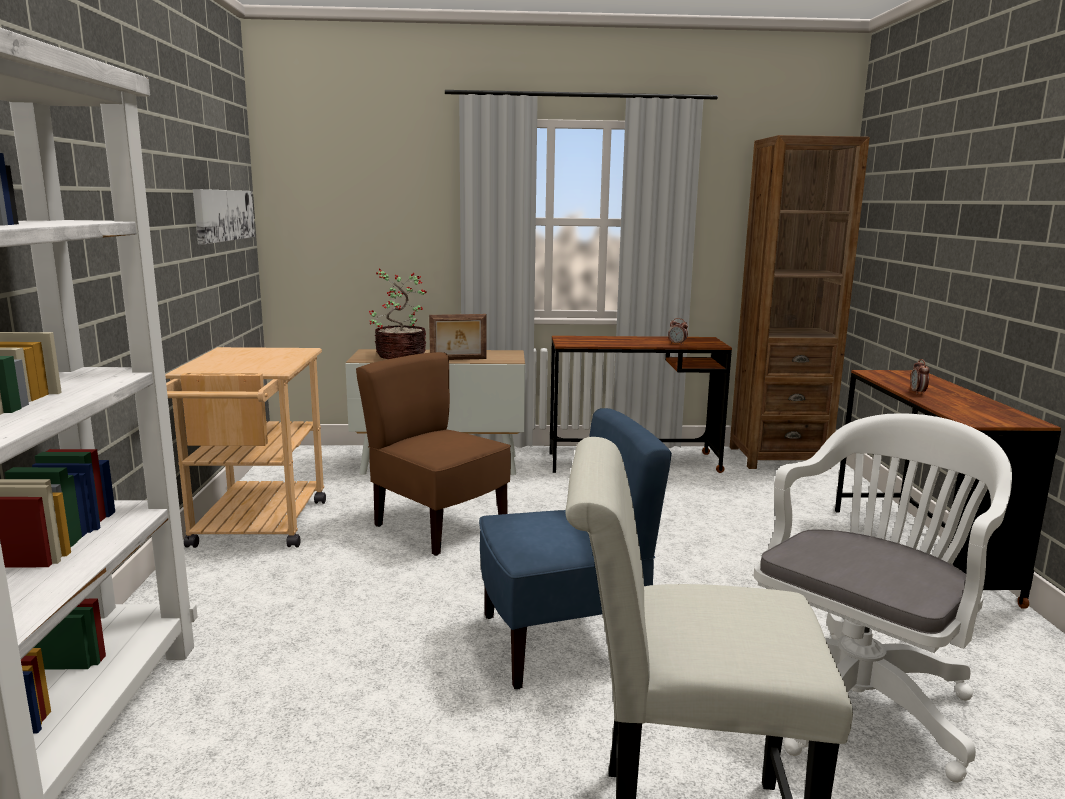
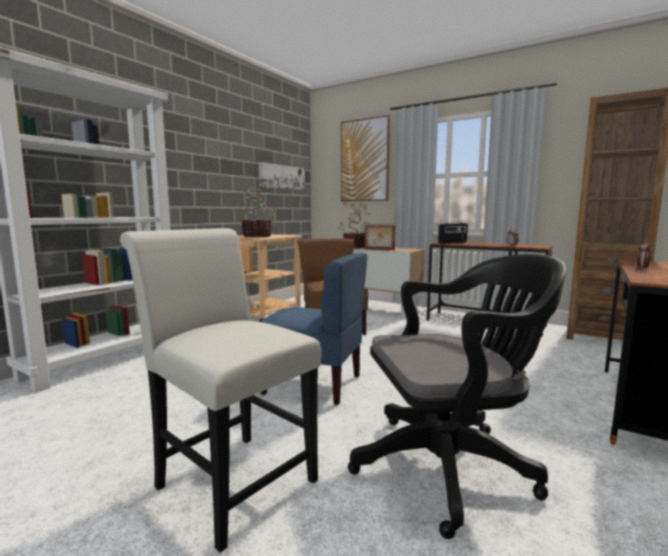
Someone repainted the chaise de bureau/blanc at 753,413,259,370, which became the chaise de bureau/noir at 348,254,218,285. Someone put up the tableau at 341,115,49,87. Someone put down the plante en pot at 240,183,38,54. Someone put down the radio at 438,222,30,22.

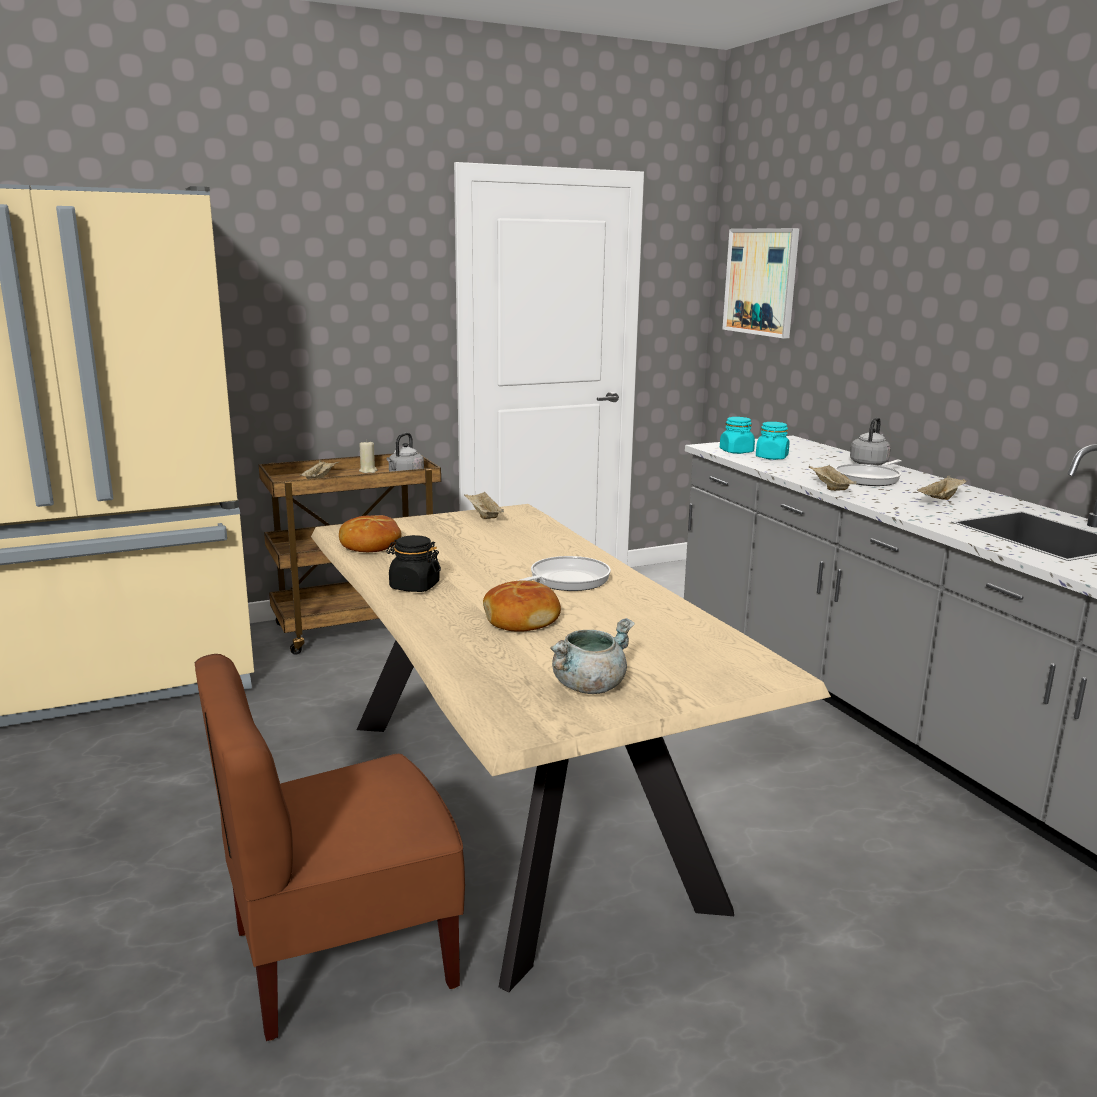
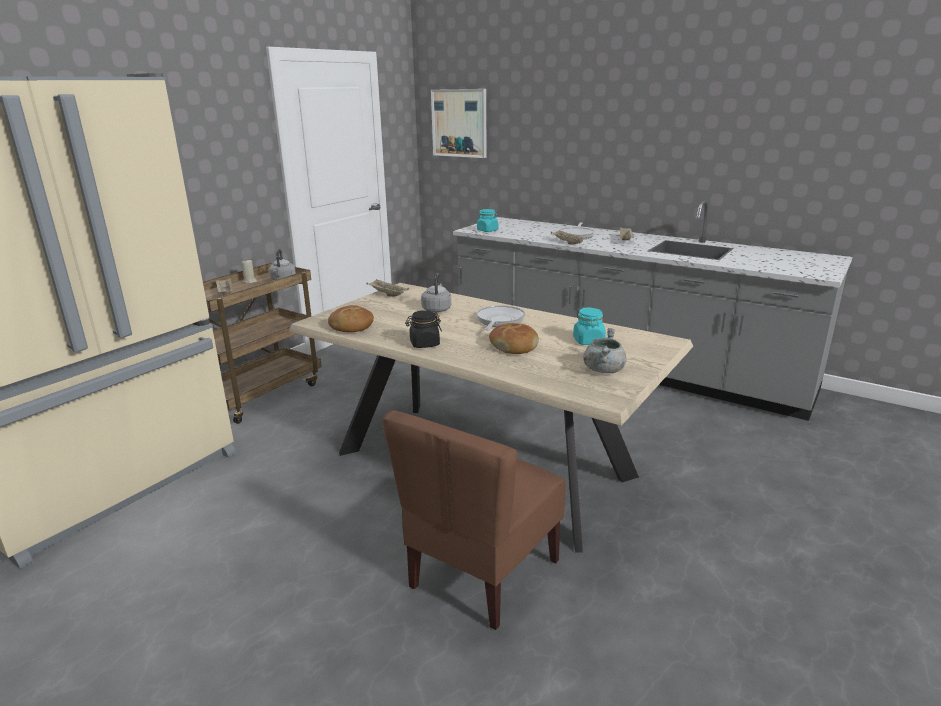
Someone carried the bouilloire/gris from 850,417,41,48 to 421,273,30,39. Someone carried the bocal/turquoise from 756,422,33,38 to 573,307,33,38.

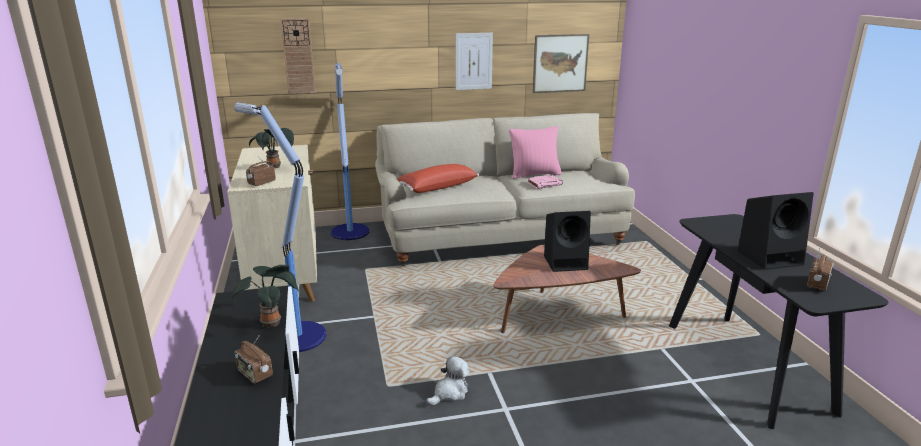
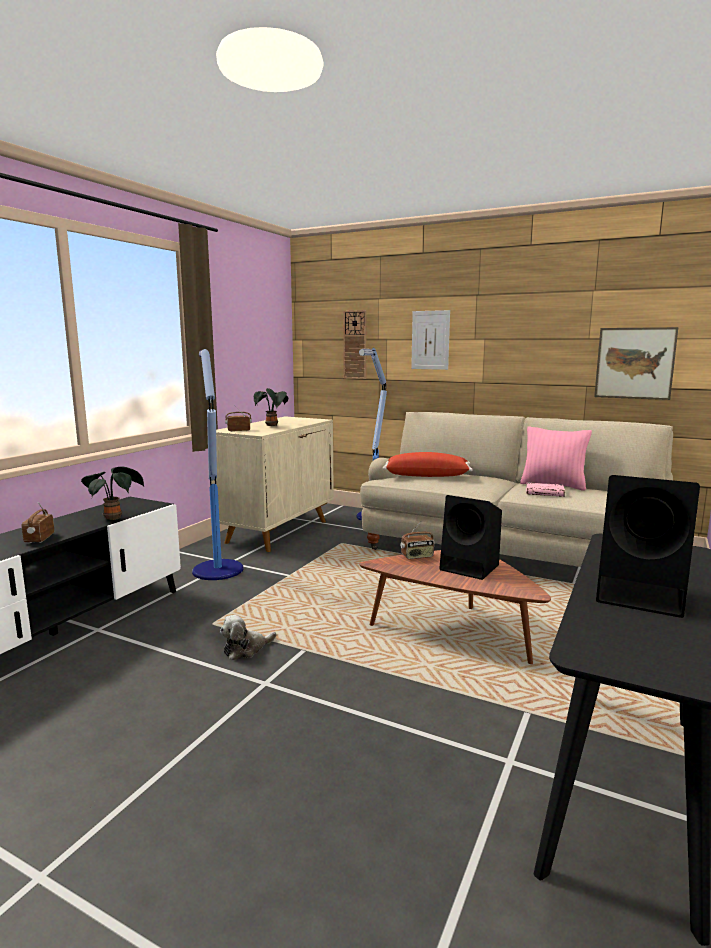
Someone carried the tableau from 456,33,37,57 to 411,310,39,60. Someone carried the radio from 807,246,27,45 to 400,522,34,37. Someone rotated the peluche at 426,356,43,49 by 150 degrees clockwise.

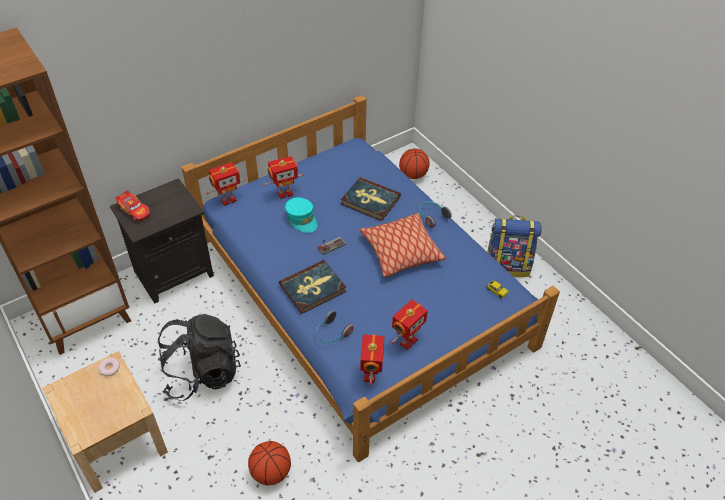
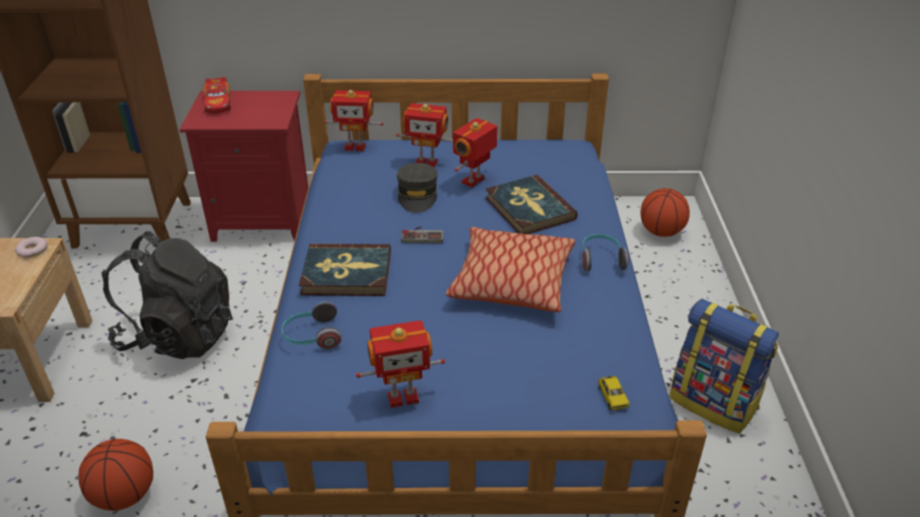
Someone repainted the table de chevet/noir at 110,178,104,126, which became the table de chevet/rouge at 180,91,128,151. Someone repainted the casquette/turquoise at 285,197,32,36, which became the casquette/gris at 397,163,41,50. Someone carried the robot jouet from 360,334,24,51 to 453,118,44,69.

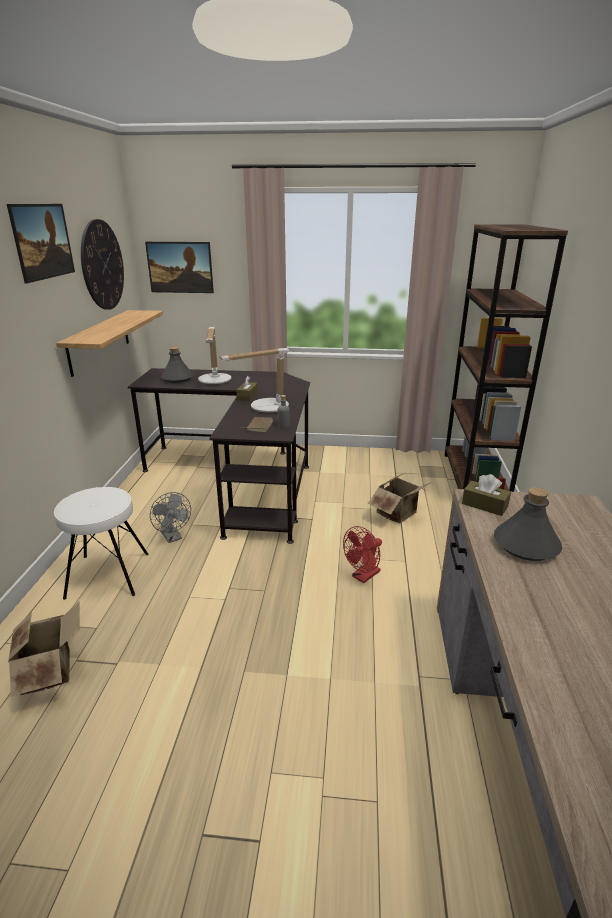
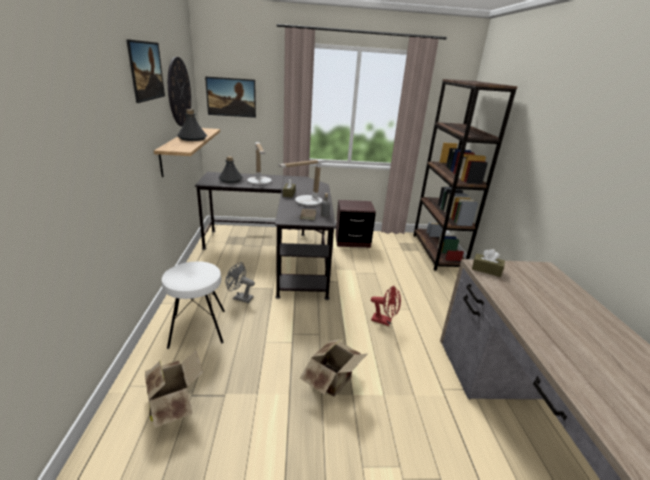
Someone carried the carton from 368,473,64,50 to 300,339,68,58. Someone carried the bouteille/gris from 494,487,68,74 to 177,109,30,32. Someone rotated the ventilateur/gris at 150,492,41,51 by 150 degrees clockwise. Someone rotated the ventilateur/rouge at 343,526,39,57 by 105 degrees counterclockwise. Someone put down the table de chevet/marron at 335,200,41,48.

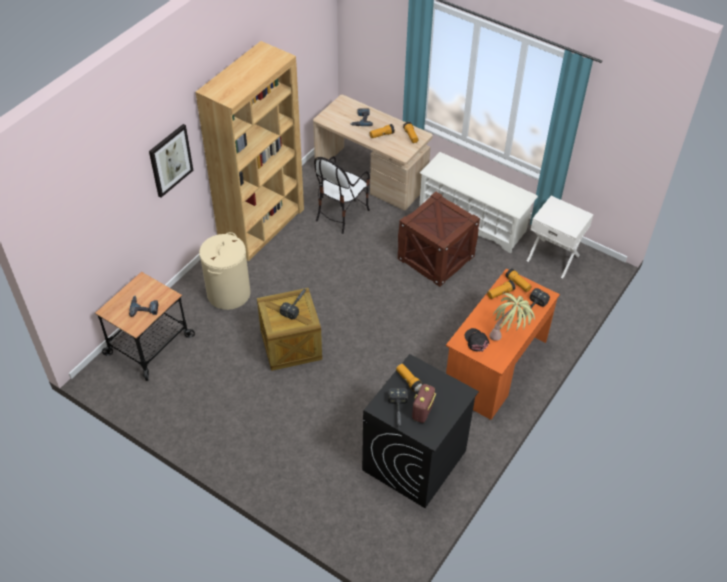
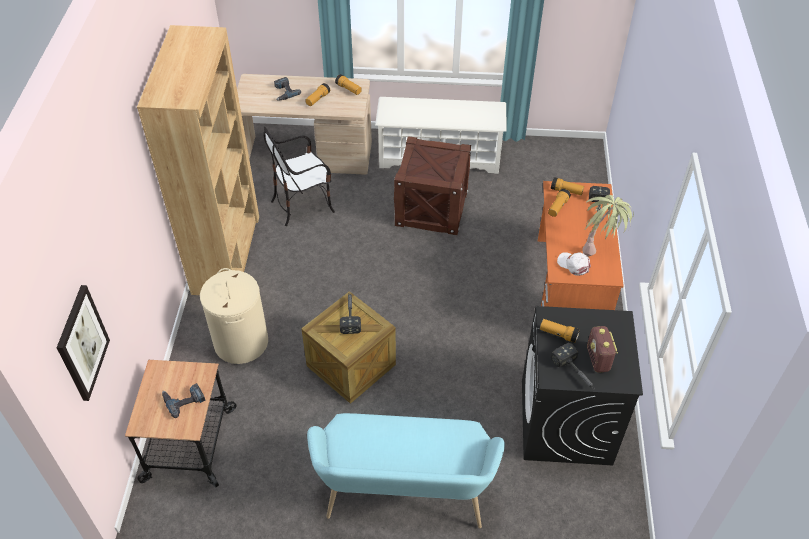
Someone carried the tableau from 149,124,44,74 to 57,285,53,116. Someone rotated the chaise at 314,156,56,78 by 60 degrees clockwise. Someone took away the table de chevet/blanc at 527,196,67,82. Someone repainted the casquette/noir at 464,328,25,24, which became the casquette/blanc at 557,252,34,24. Someone put down the banc/turquoise at 307,413,198,115.

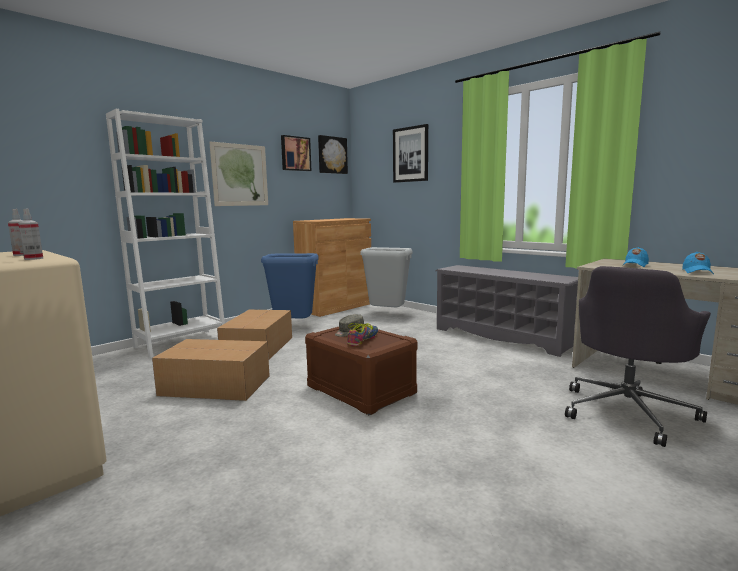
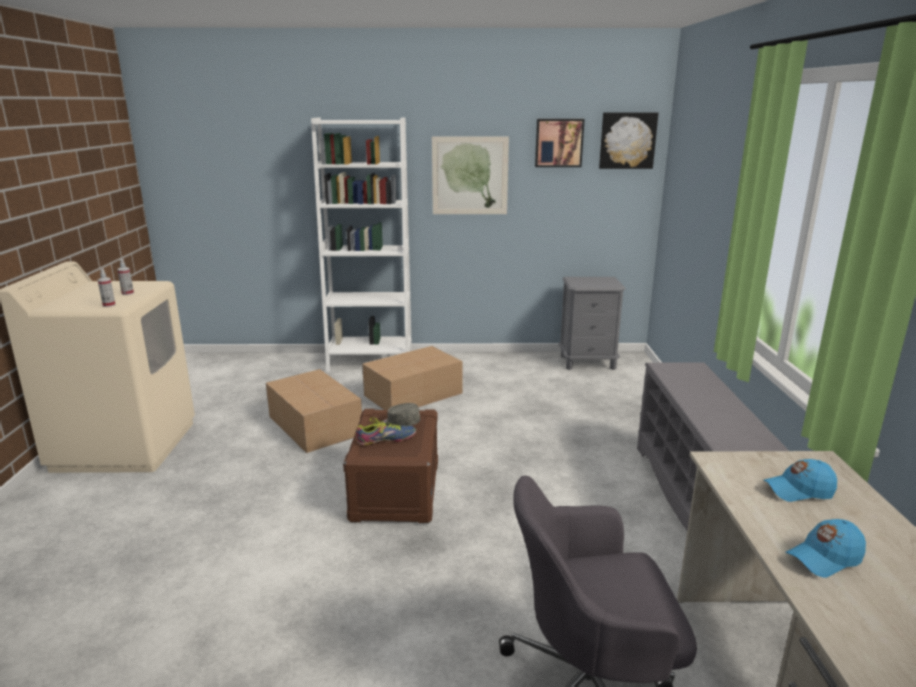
Someone took away the tableau at 393,124,35,59. Someone swapped the meuble de rangement/marron at 293,218,78,99 for the table de chevet/gris at 559,277,67,93. Someone took away the poubelle/gris at 360,247,53,60. Someone took away the poubelle/bleu at 261,253,58,65.

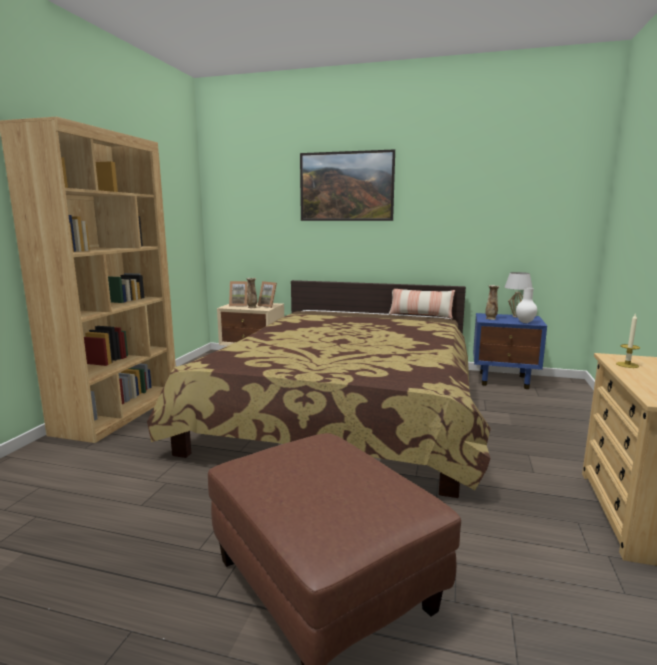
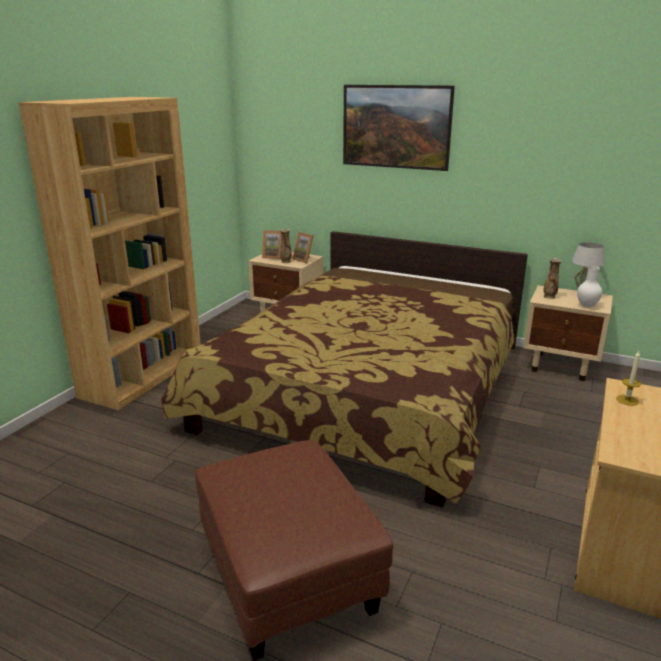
Someone took away the coussin at 388,289,67,30. Someone repainted the table de chevet/bleu at 473,313,74,76, which became the table de chevet/beige at 524,285,89,96.

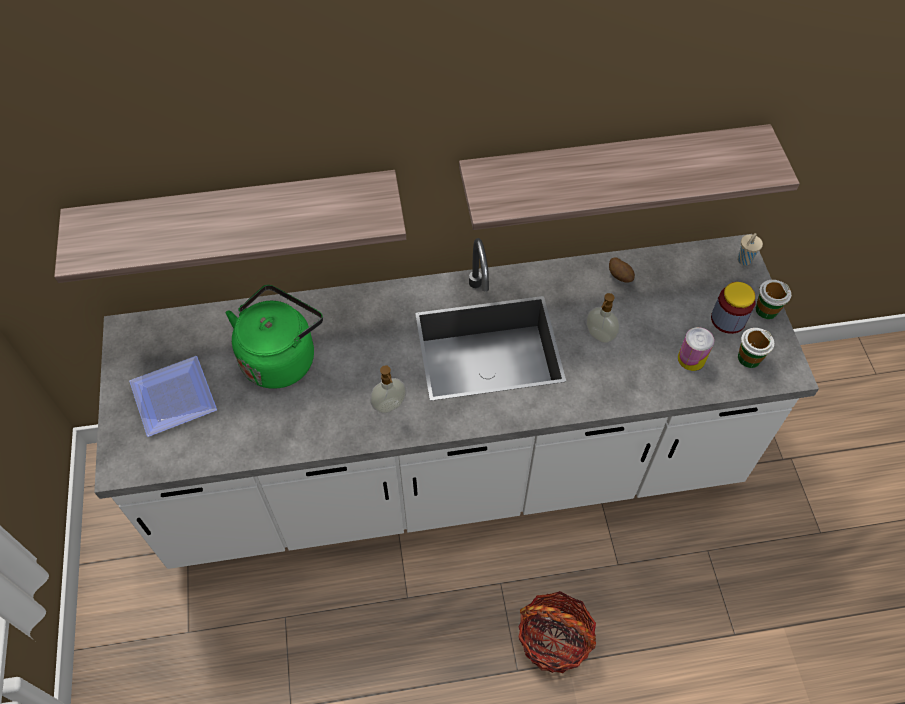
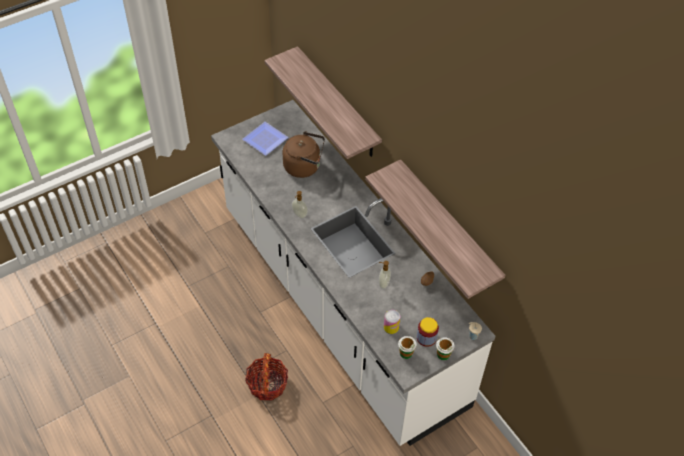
Someone repainted the bouilloire/vert at 226,285,97,104, which became the bouilloire/marron at 282,131,43,47.

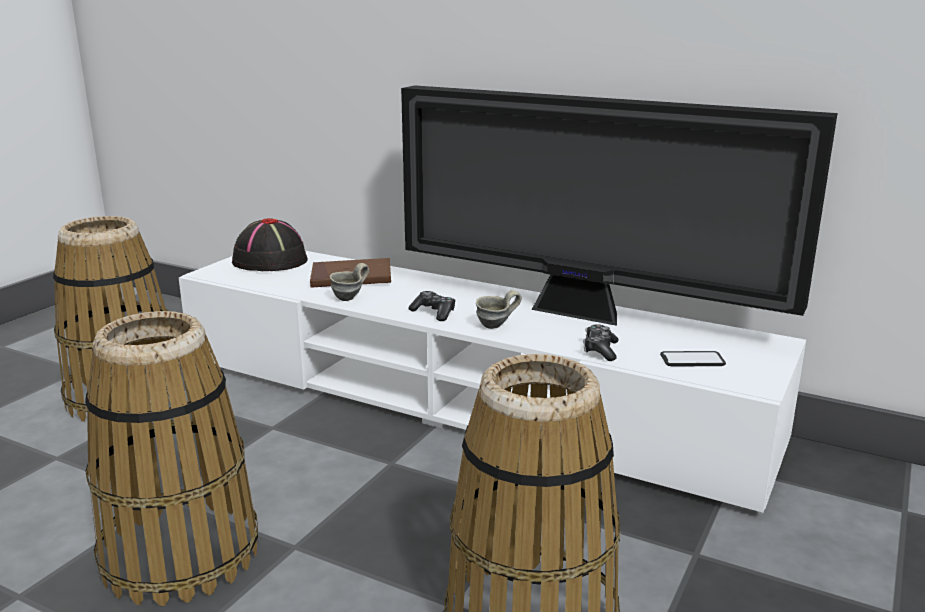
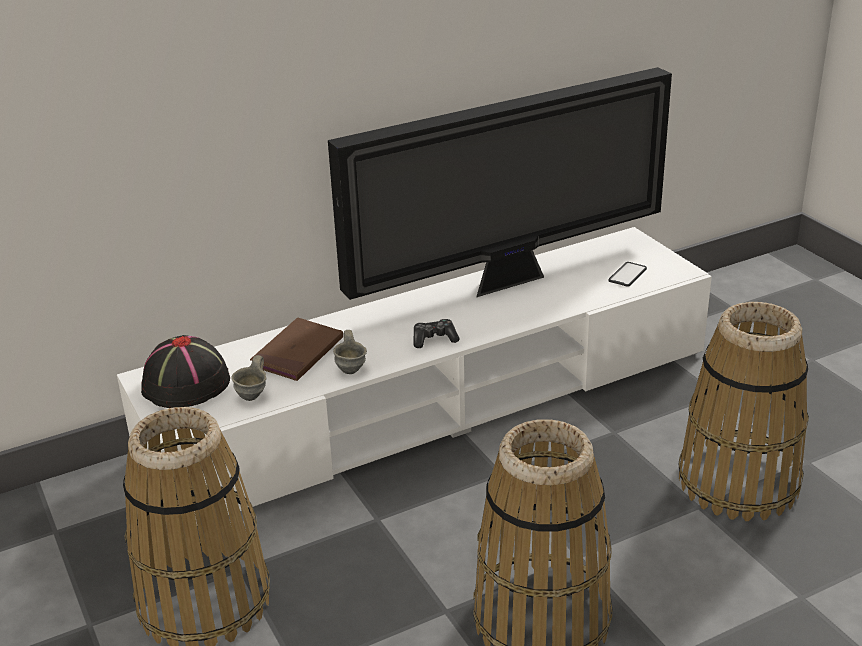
Someone carried the mug/gris from 476,290,45,39 to 231,355,36,46. Someone took away the manette at 583,324,36,37.

